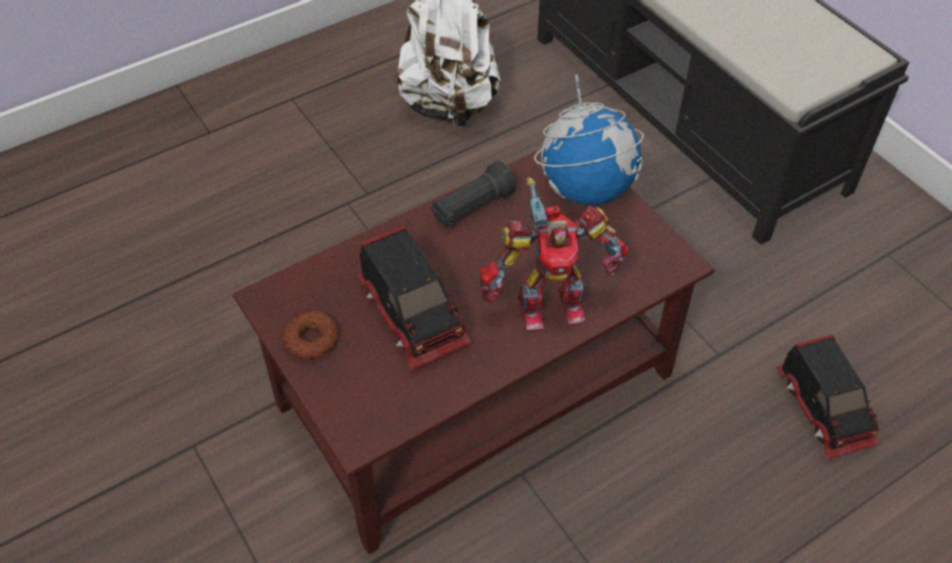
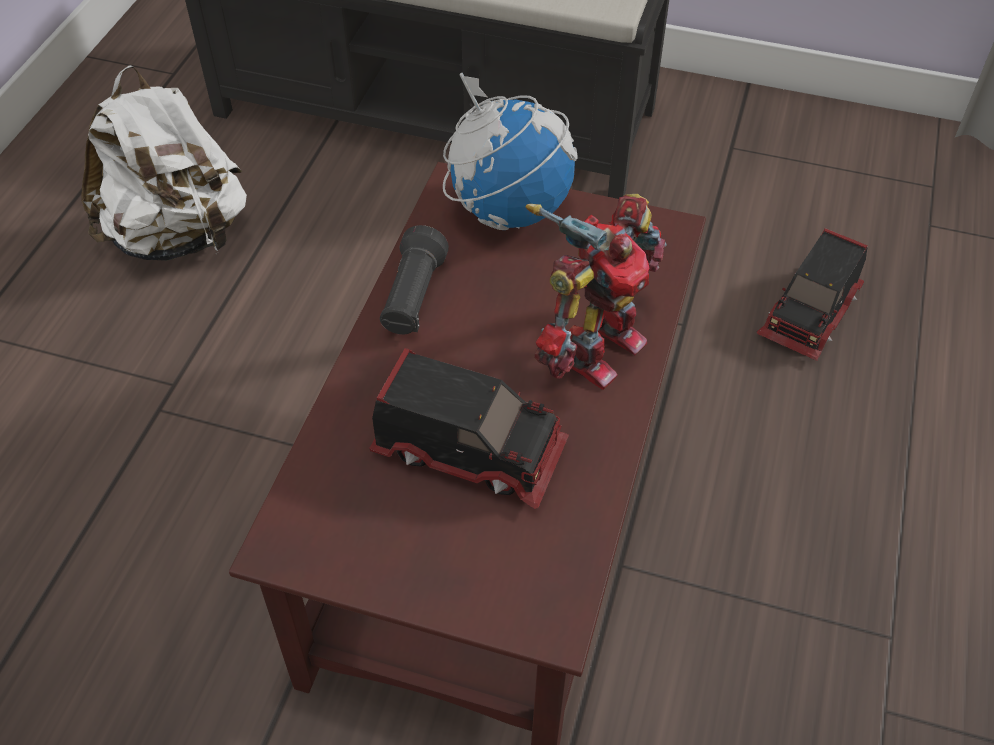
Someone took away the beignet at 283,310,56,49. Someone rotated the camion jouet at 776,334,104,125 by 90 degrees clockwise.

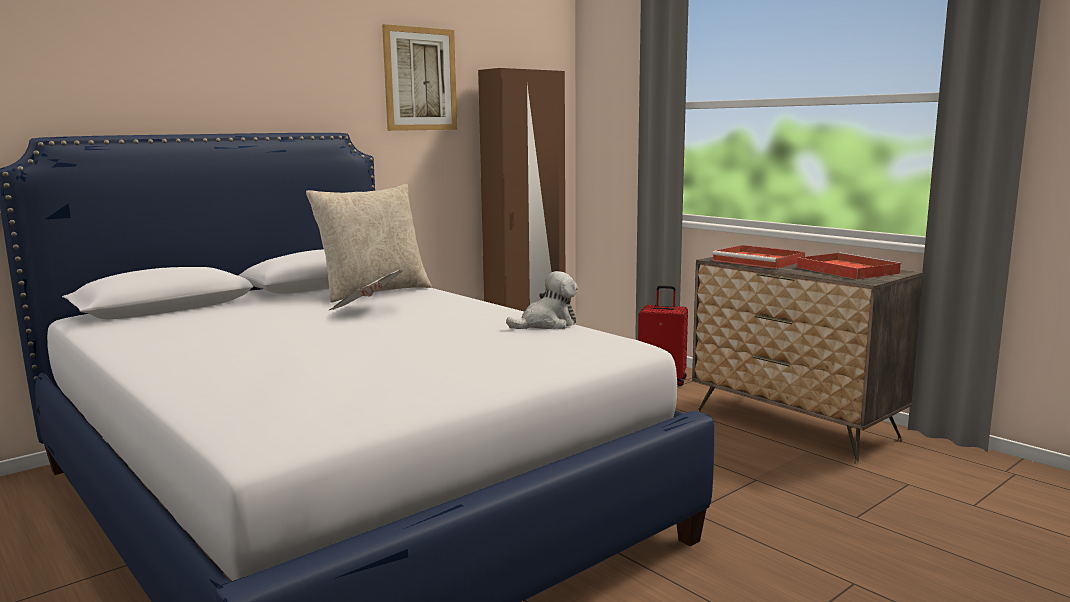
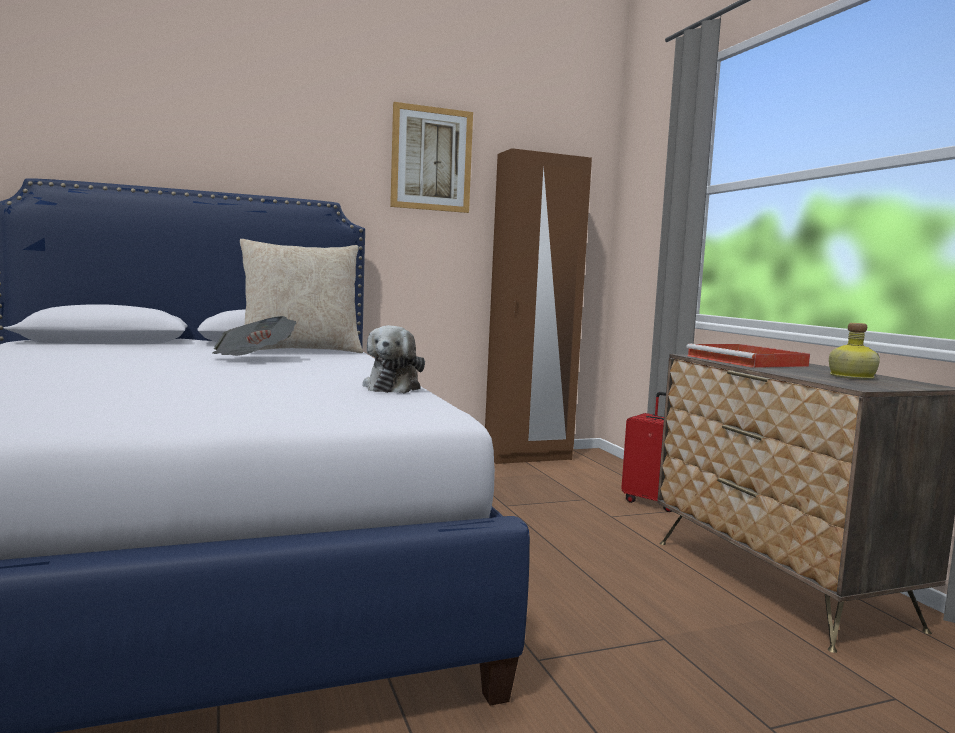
Someone swapped the plateau/rouge at 797,252,105,28 for the bouteille at 829,323,51,56. Someone rotated the peluche at 506,271,72,58 by 105 degrees clockwise.

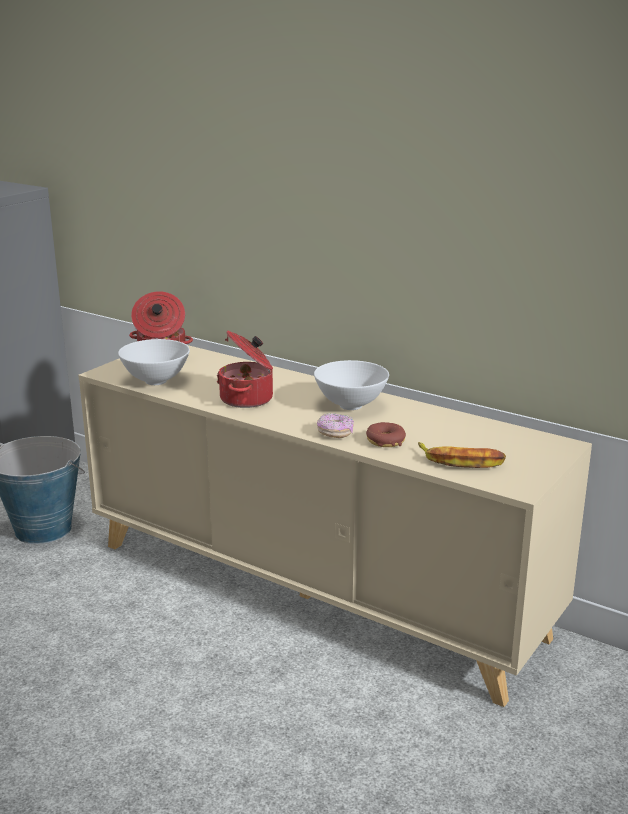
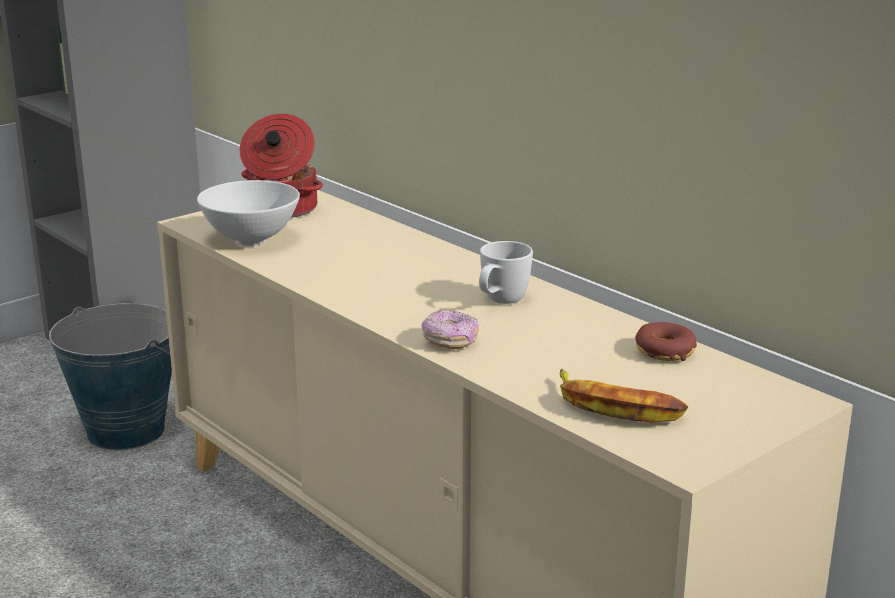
Someone took away the marmite at 217,331,56,77. Someone swapped the bol/blanc at 314,360,75,50 for the mug/blanc at 479,241,54,63. Someone carried the beignet from 366,422,40,25 to 635,322,62,39.

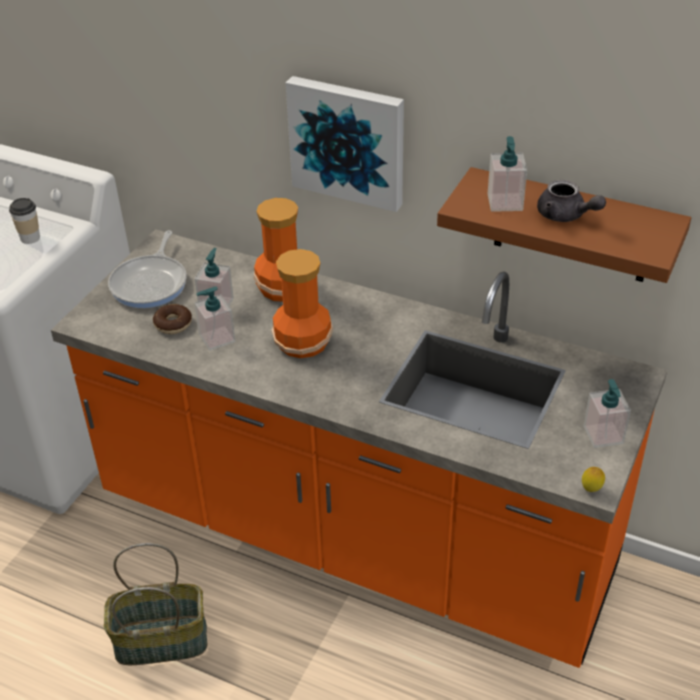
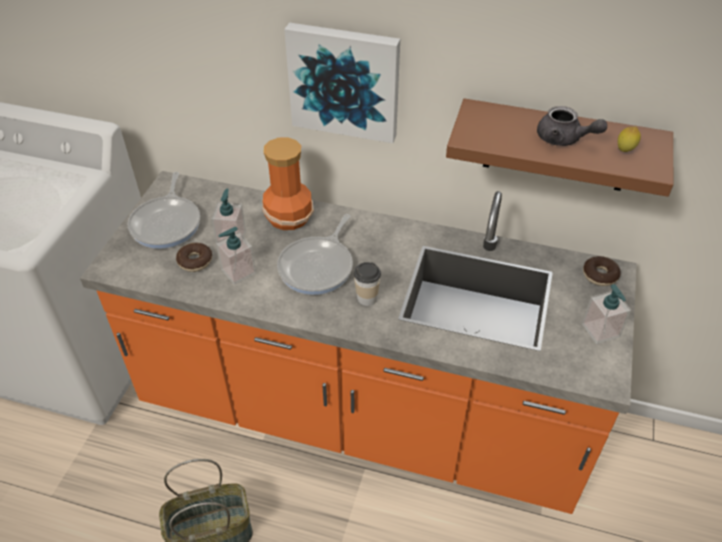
Someone took away the distributeur de savon at 488,136,39,76. Someone carried the tasse from 9,198,31,46 to 354,262,27,44. Someone swapped the vase at 272,249,61,109 for the poêle at 277,214,76,81. Someone carried the citron from 582,467,23,25 to 618,126,23,26. Someone put down the beignet at 583,256,38,30.

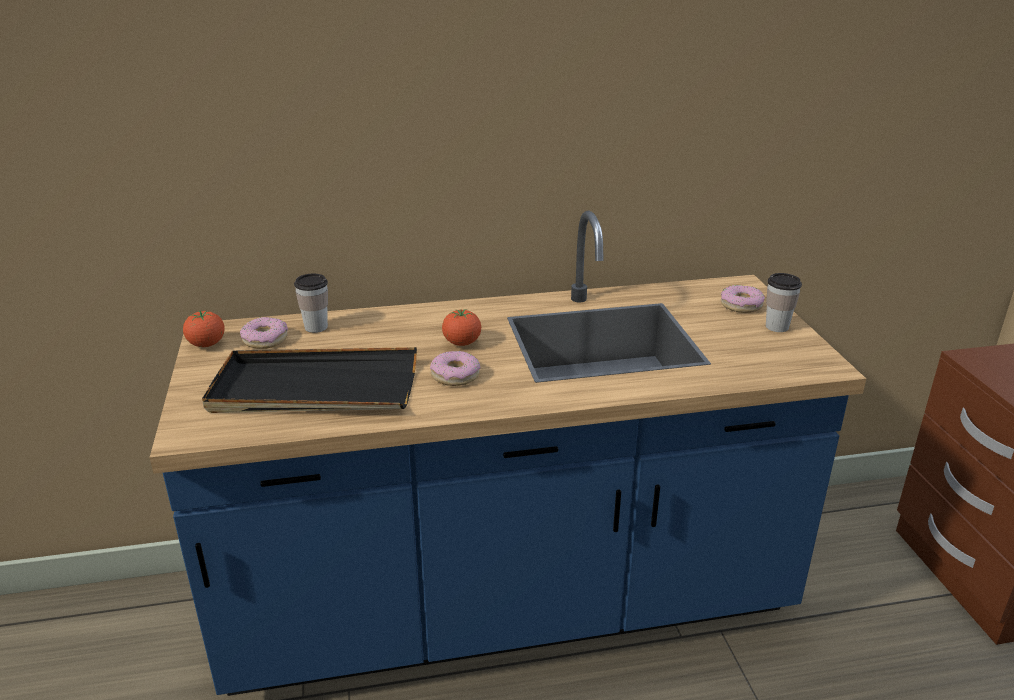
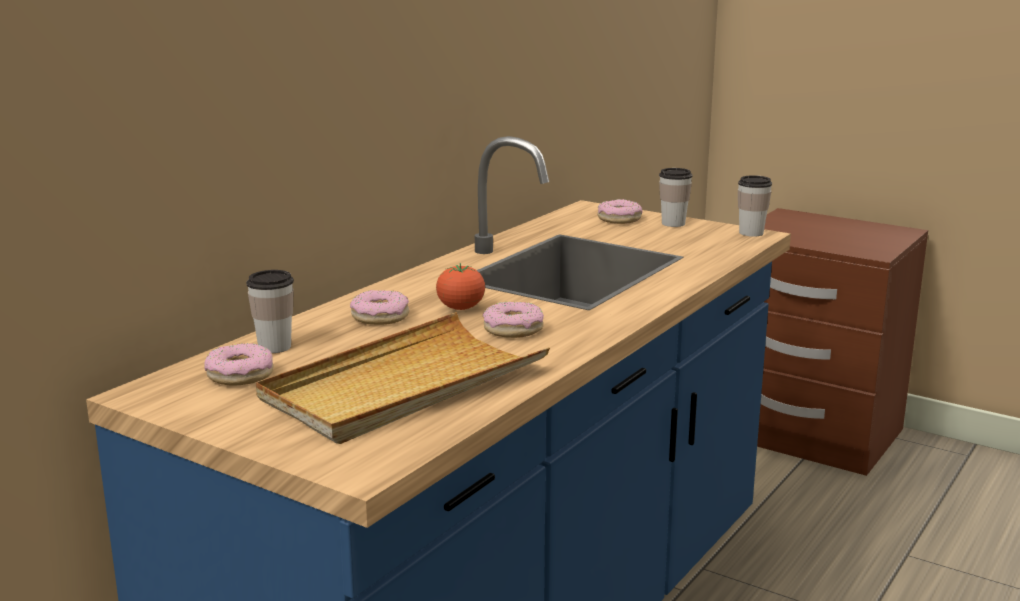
Someone took away the tomate at 183,311,42,36. Someone repainted the plateau/noir at 202,347,215,66, which became the plateau/beige at 256,312,294,132. Someone put down the tasse at 738,175,34,62. Someone put down the beignet at 350,290,59,35.

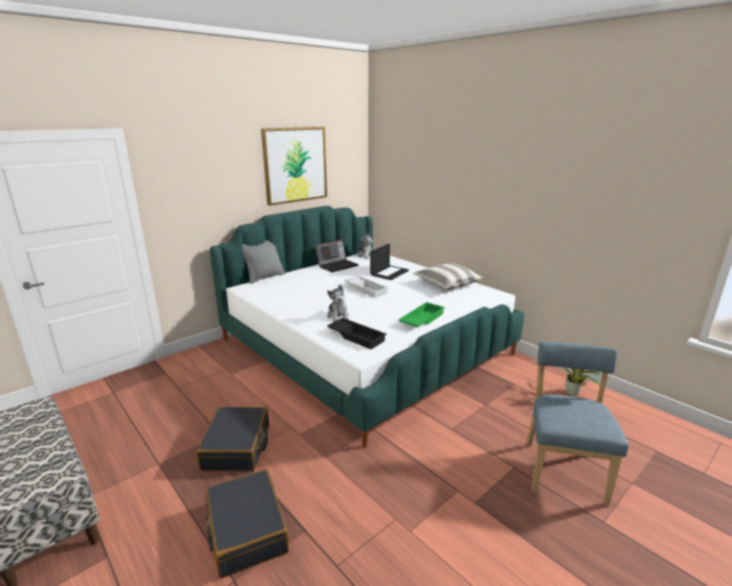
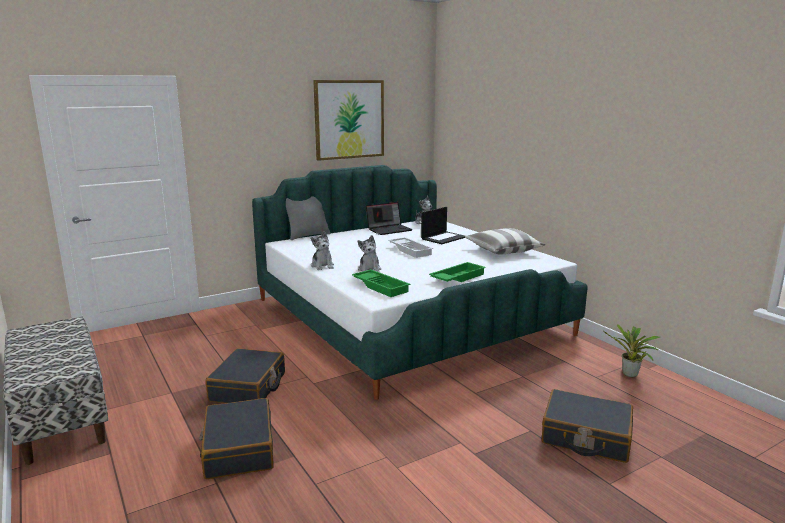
Someone repainted the plateau/noir at 327,318,60,31, which became the plateau/vert at 352,269,58,28. Someone swapped the chaise/bleu at 526,342,103,163 for the valise/noir at 541,389,92,74. Someone put down the peluche at 311,231,23,39.

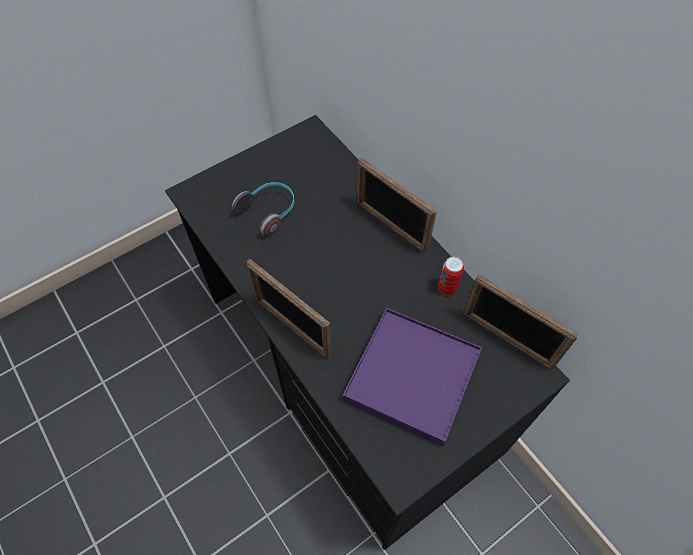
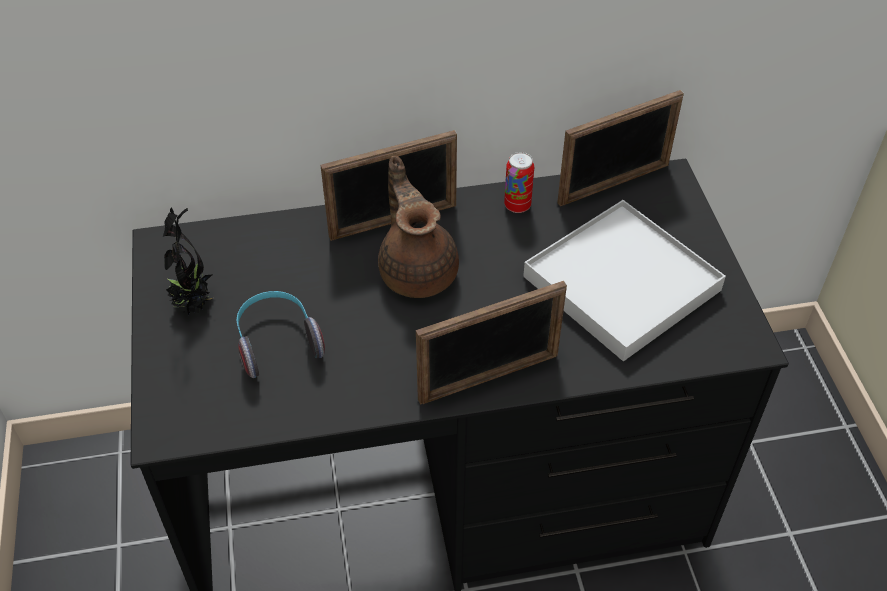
Someone repainted the plateau/violet at 343,308,139,138, which became the plateau/blanc at 523,200,203,161. Someone put down the théière/marron at 378,156,81,142. Someone put down the plante en pot at 163,207,50,108.

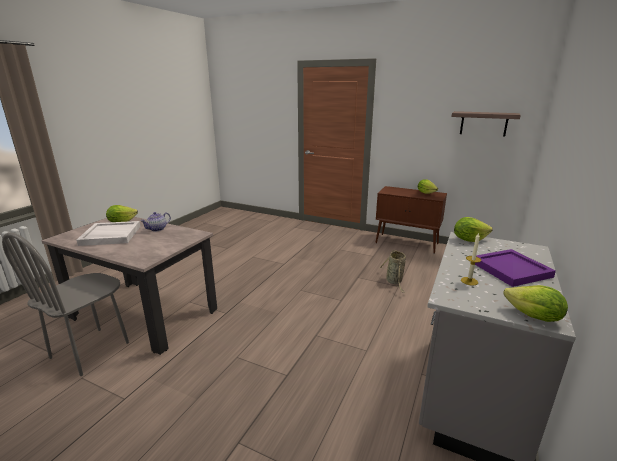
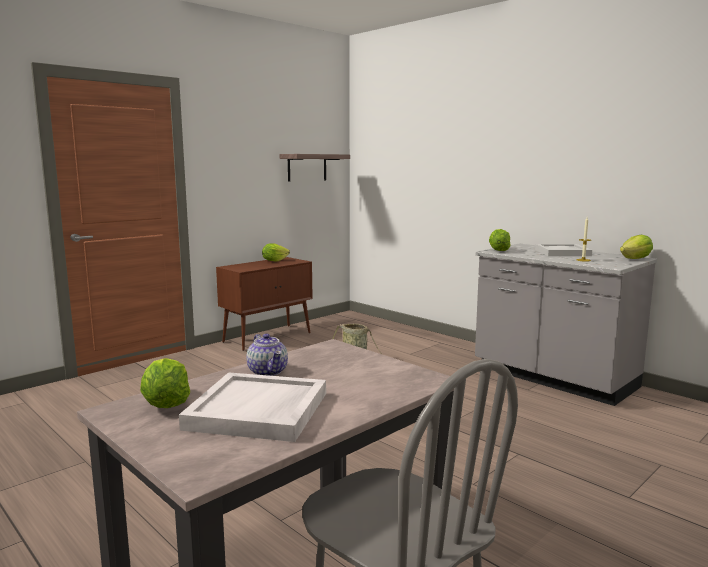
Someone repainted the plateau/violet at 475,249,81,38, which became the plateau/blanc at 535,244,57,12.

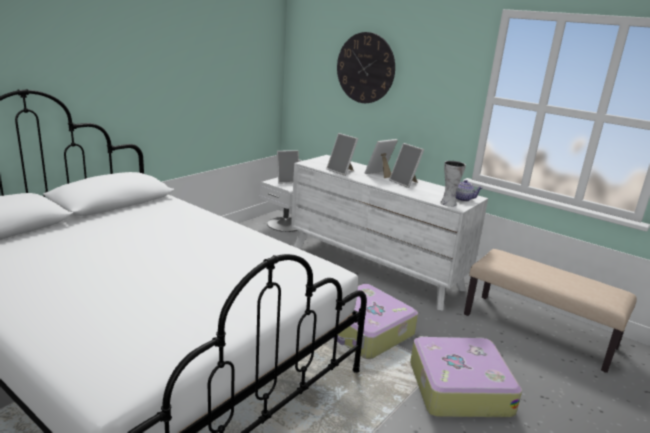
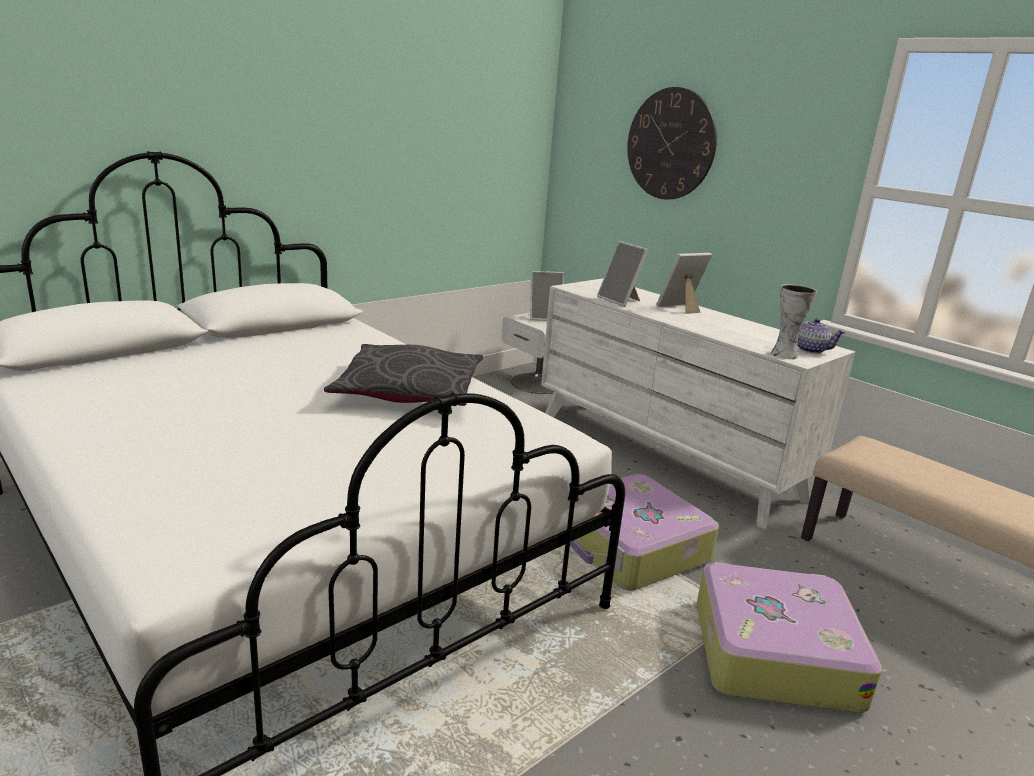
Someone took away the cadre photo at 389,143,35,45. Someone put down the coussin/gris at 324,344,159,62.

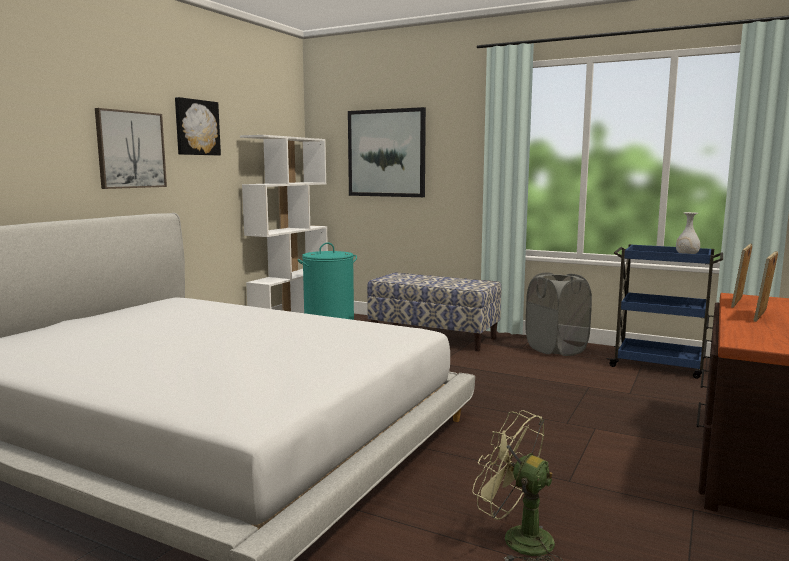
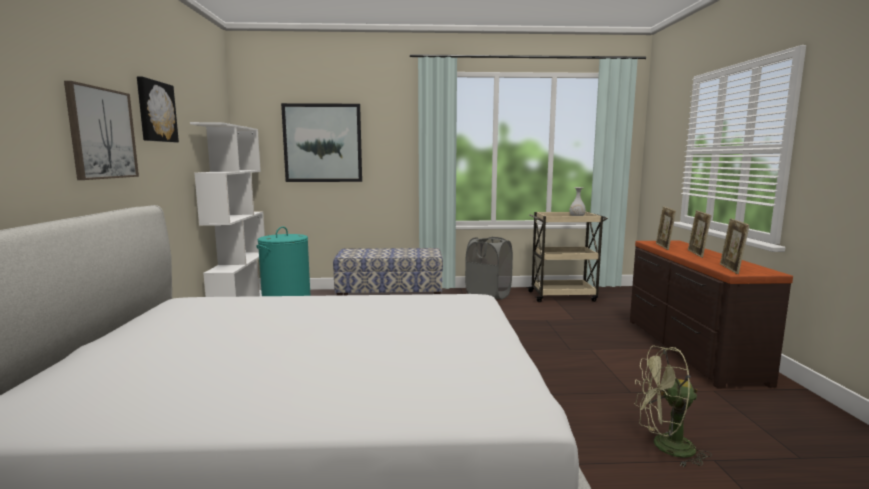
Someone repainted the chariot/bleu at 606,244,117,135, which became the chariot/beige at 526,212,82,90. Someone put down the cadre photo at 720,218,30,56.

